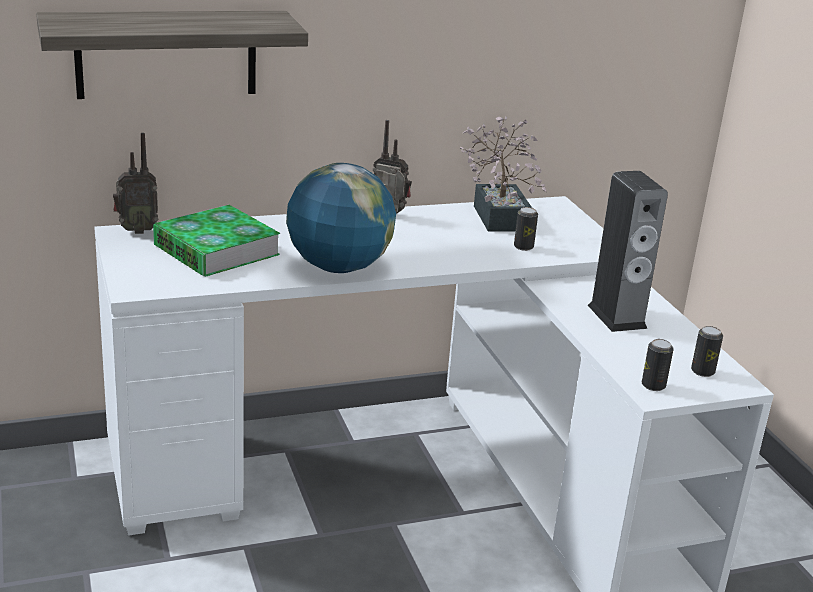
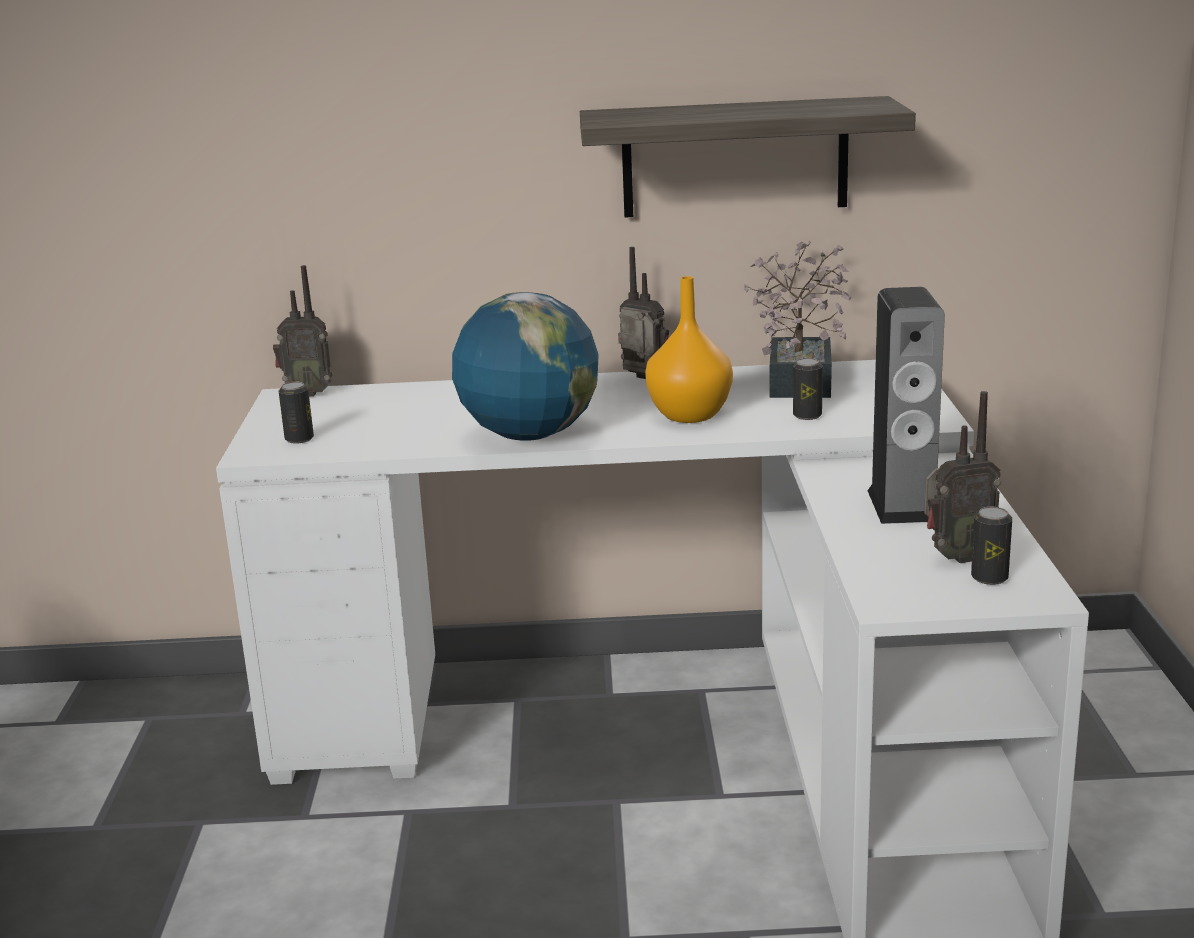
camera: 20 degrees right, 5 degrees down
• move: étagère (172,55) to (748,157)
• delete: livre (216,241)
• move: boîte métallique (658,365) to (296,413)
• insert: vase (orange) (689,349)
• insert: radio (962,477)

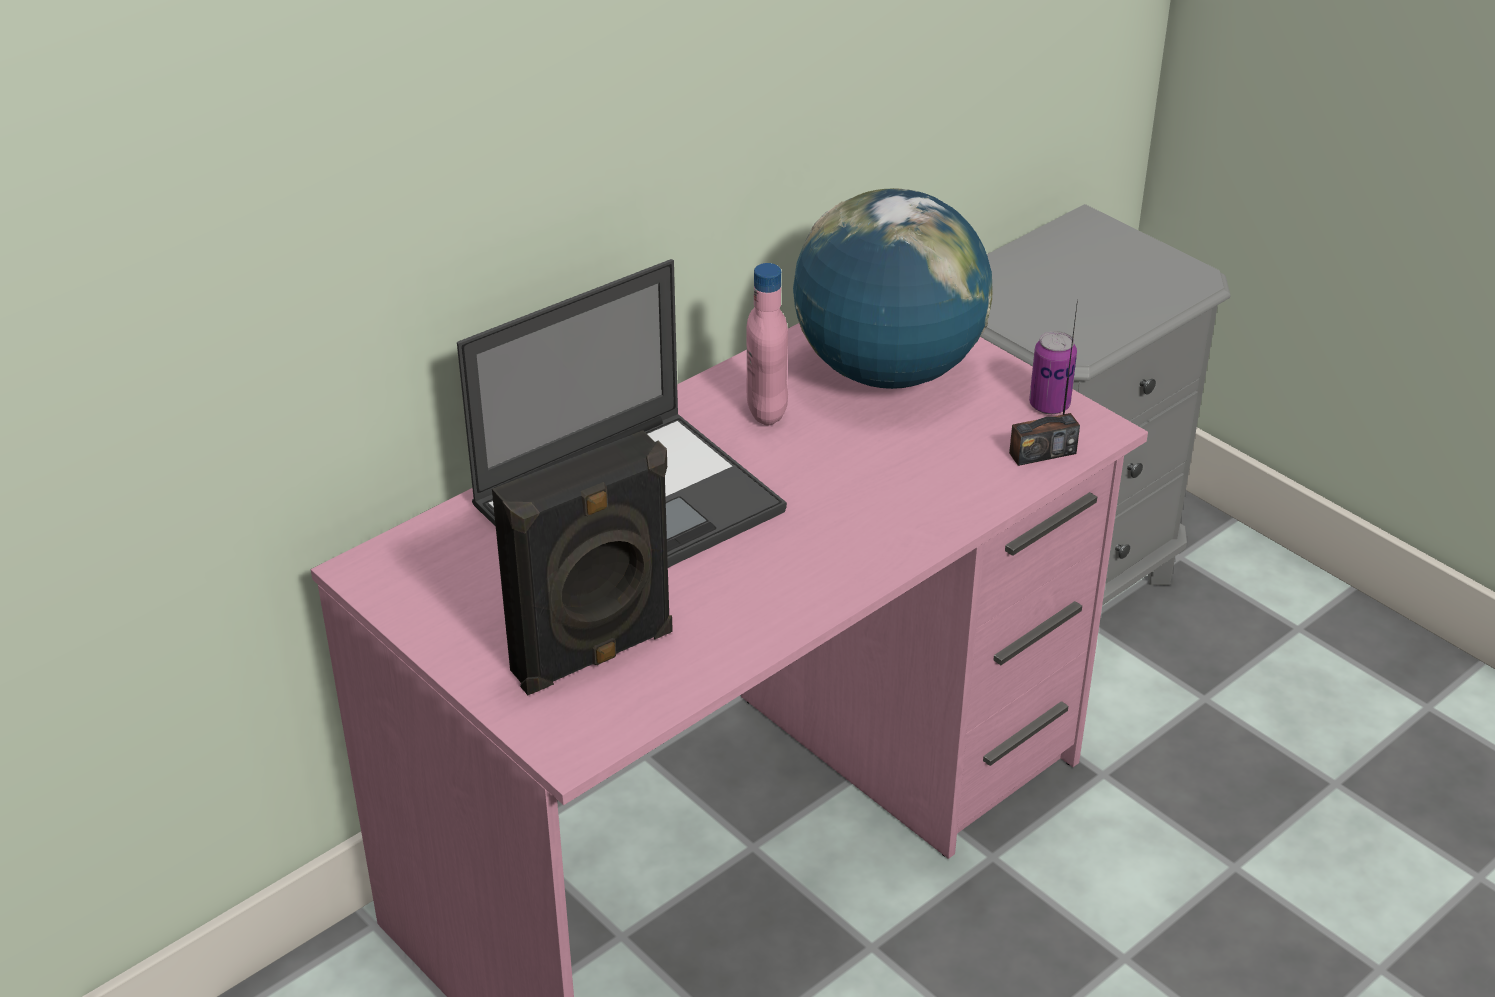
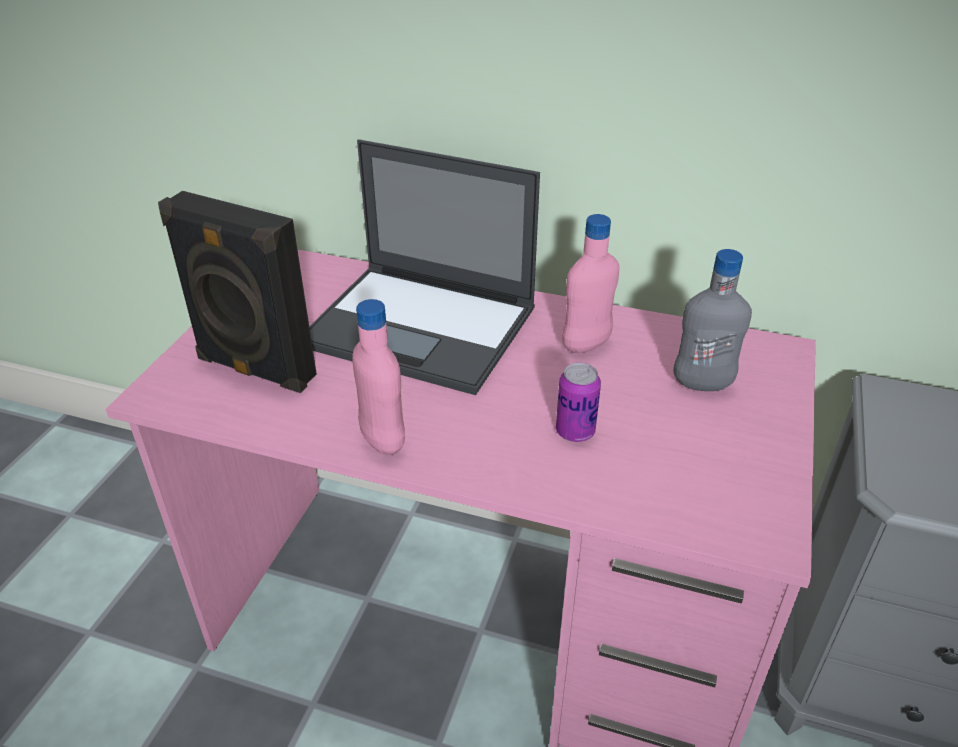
camera: 60 degrees right, 0 degrees up
• replace: globe (893,288) to bouteille (gris) (712,320)
• delete: radio (1044,382)
• move: boîte métallique (1053,372) to (578,402)
• insert: bouteille (rose) (378,377)

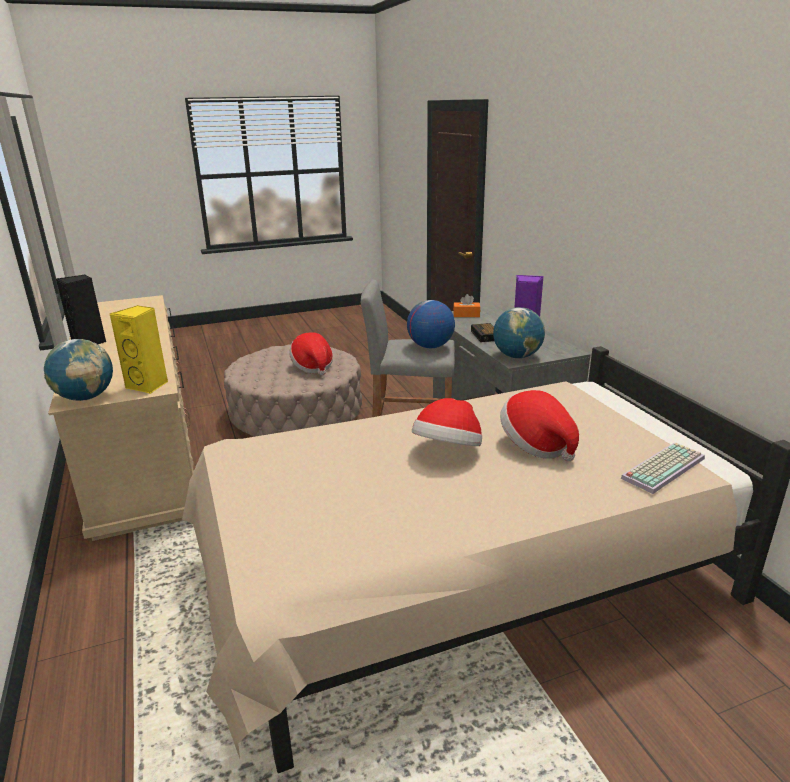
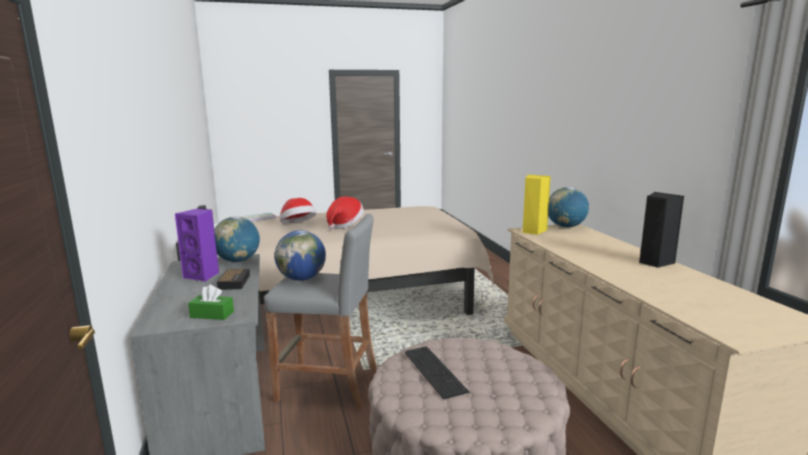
camera: 175 degrees left, 10 degrees down
• recolor: boîte à mouchoirs (orange) (466,305) to boîte à mouchoirs (vert) (211,302)
• replace: chapeau (311,353) to clavier (437,373)

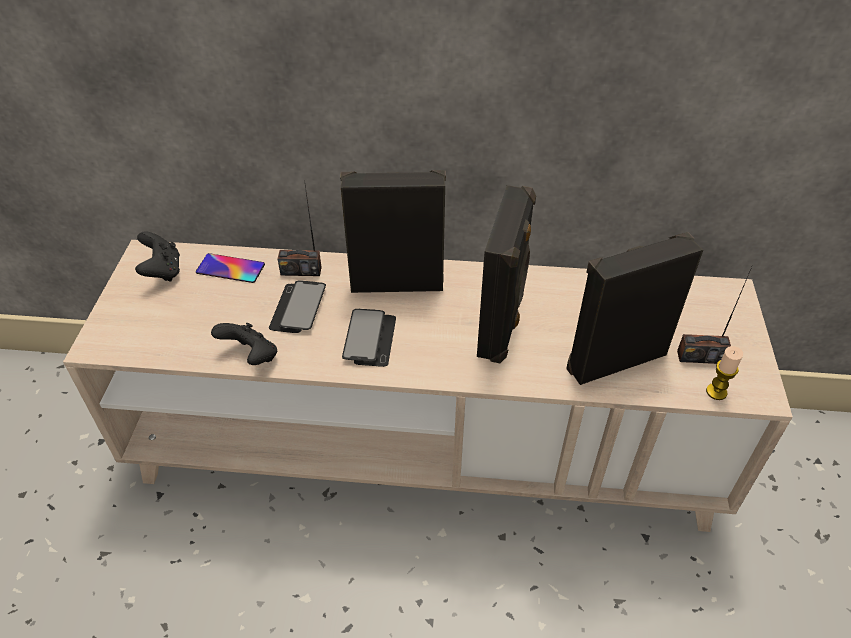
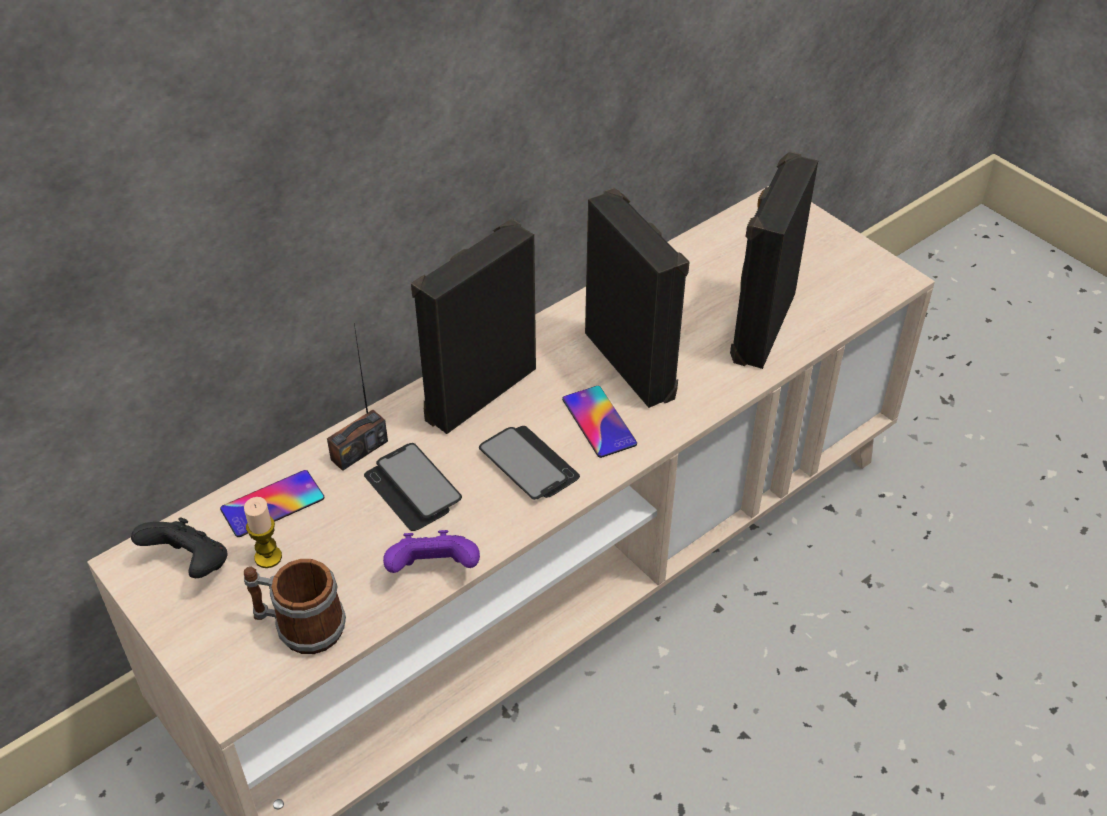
camera: 45 degrees left, 0 degrees up
• delete: radio (715,314)
• recolor: manette (noir) (244,344) to manette (violet) (431,551)
• move: bougie (724,373) to (263,532)
• insert: téléphone (599,422)
• insert: mug (295,606)

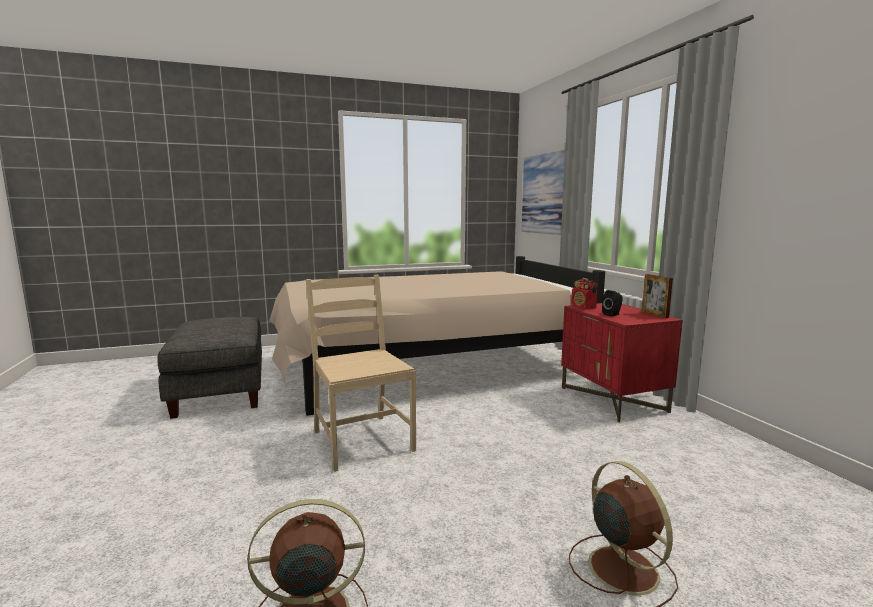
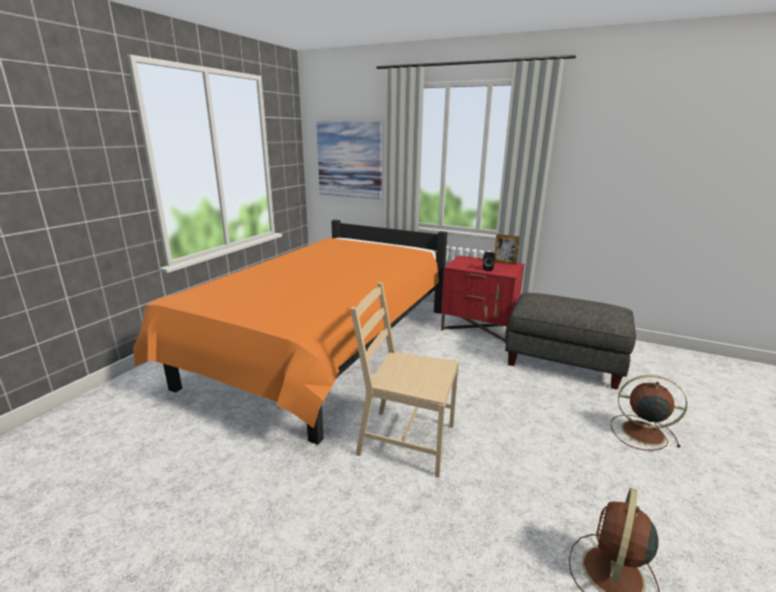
camera: 45 degrees left, 10 degrees up
• recolor: lit (beige) (437,336) to lit (orange) (290,332)
• delete: radio (584,293)
• move: pouf (gris) (209,368) to (570,341)

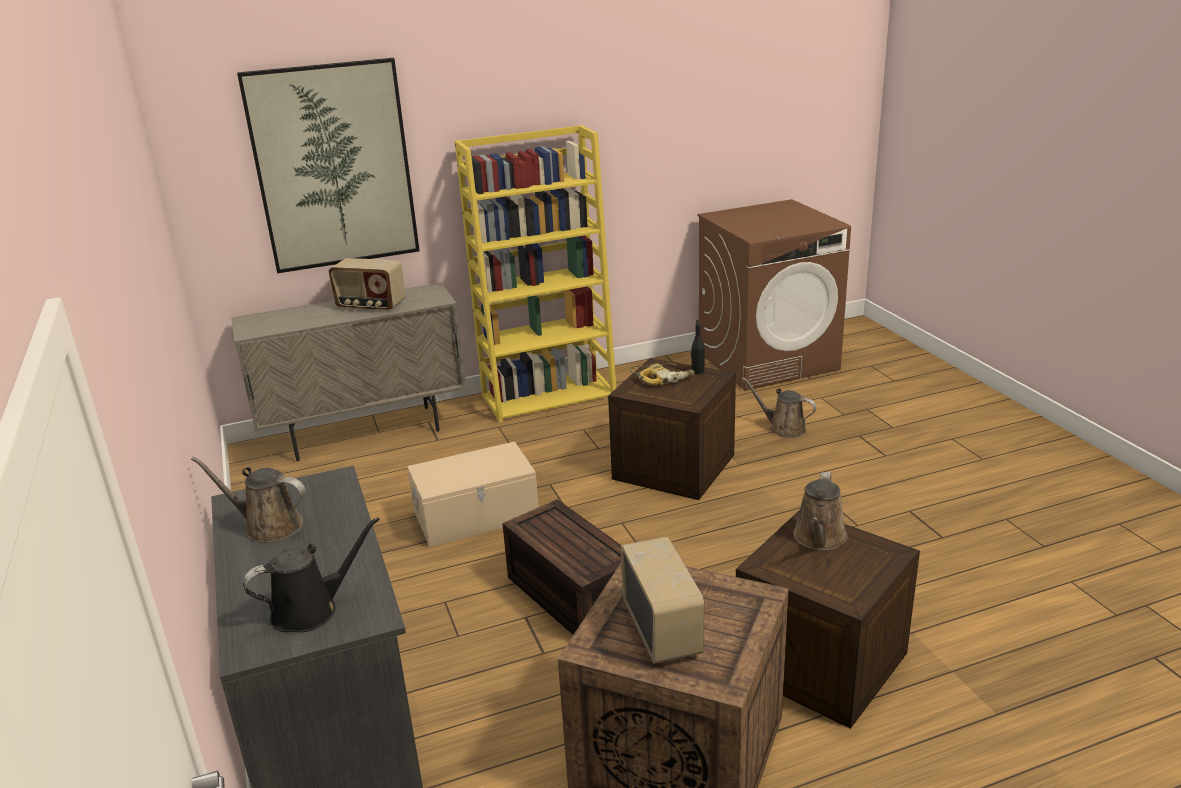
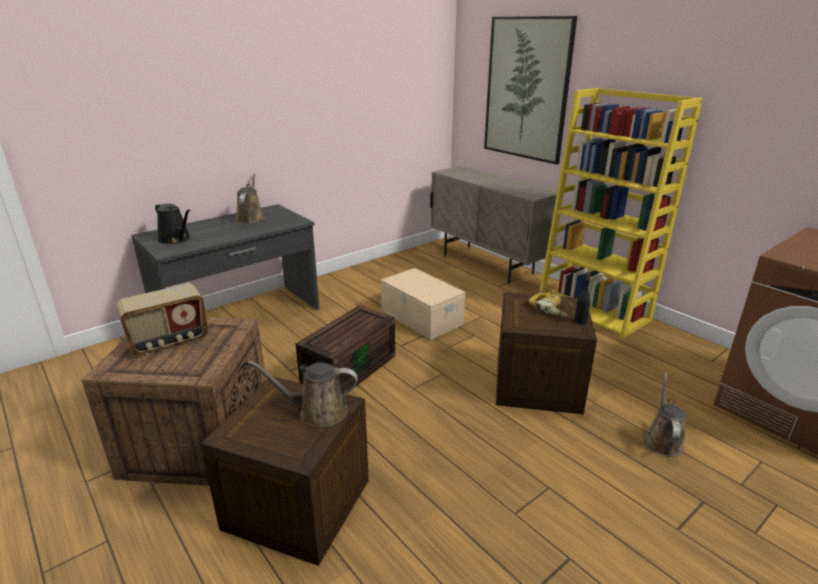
camera: 70 degrees right, 0 degrees up
• delete: radio (367,285)

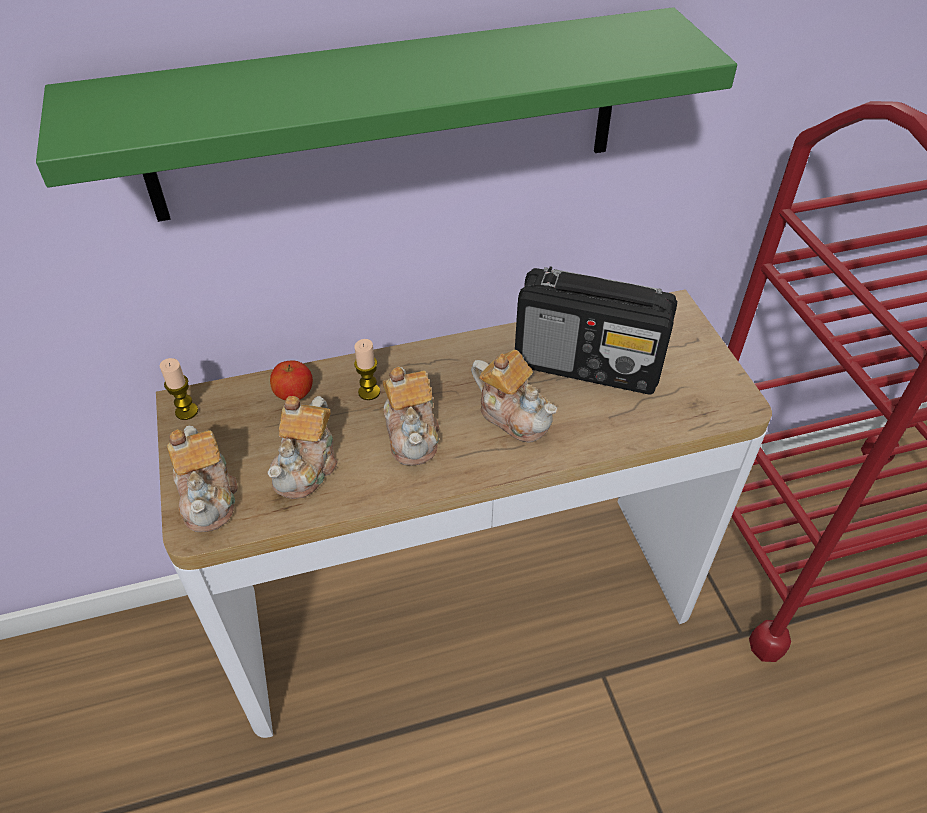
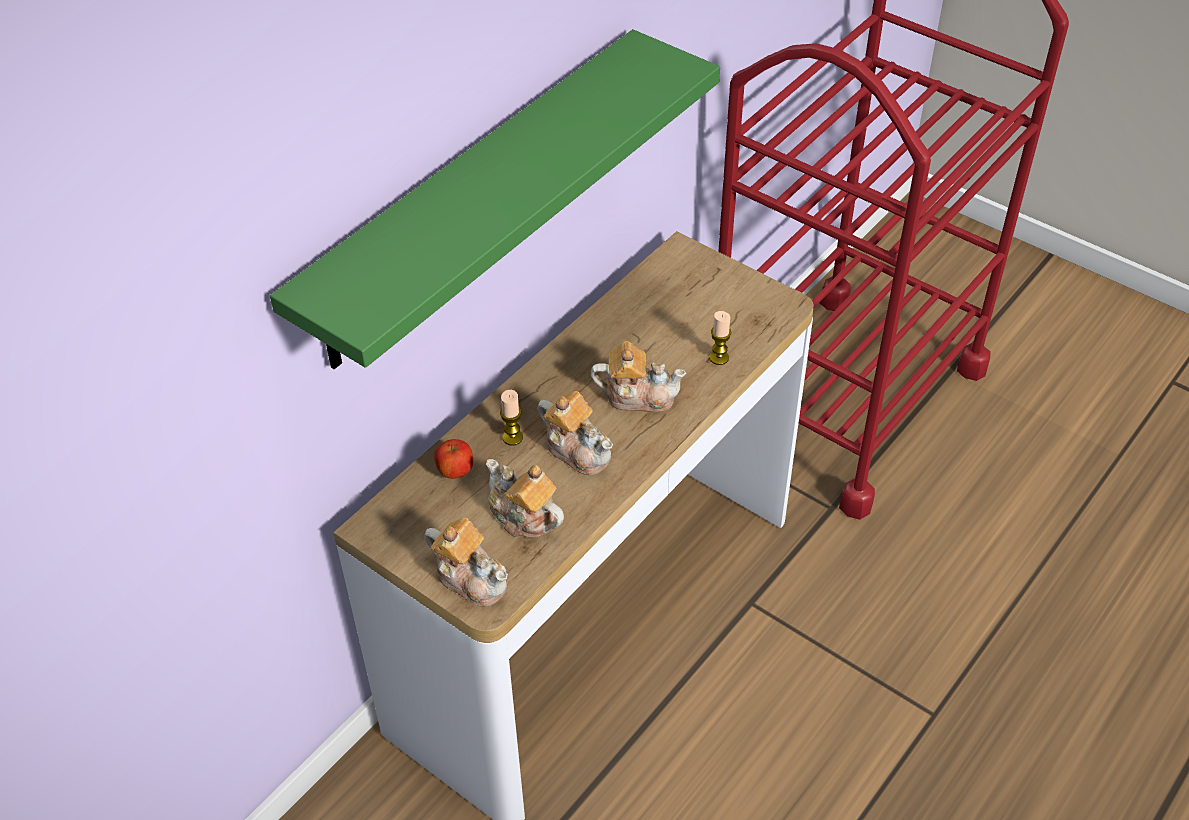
camera: 35 degrees left, 0 degrees up
• delete: radio (596,330)
• move: bougie (179,389) to (720,338)
• rotate: théière (303,447) = (525,498) 150 degrees clockwise

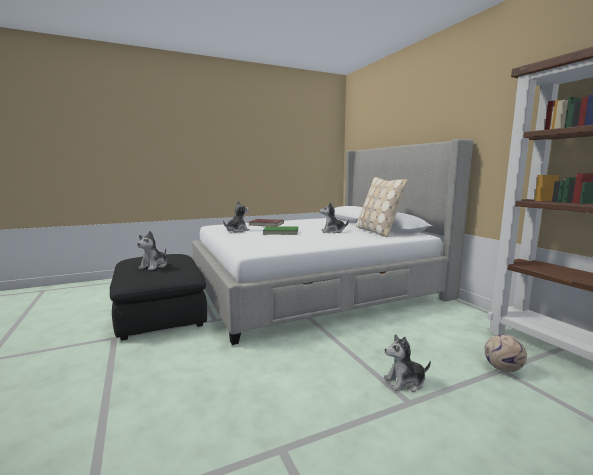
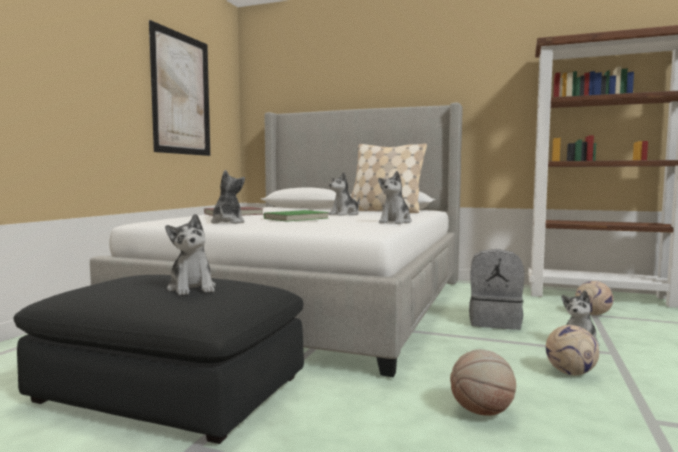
camera: 45 degrees left, 5 degrees down
• insert: tableau (179,88)
• insert: peluche (395,197)
• insert: sac à dos (gris) (496,289)
• insert: ballon de foot (572,350)
• insert: ballon de basket (483,382)

